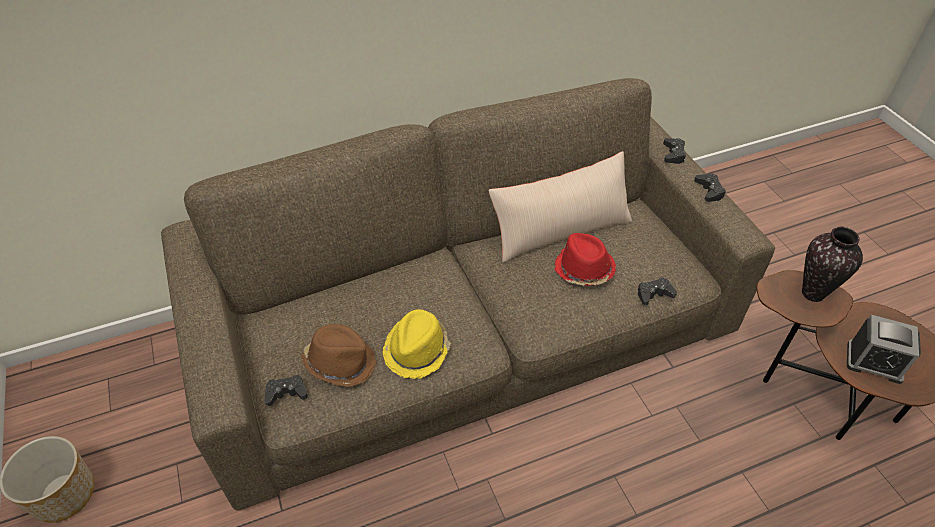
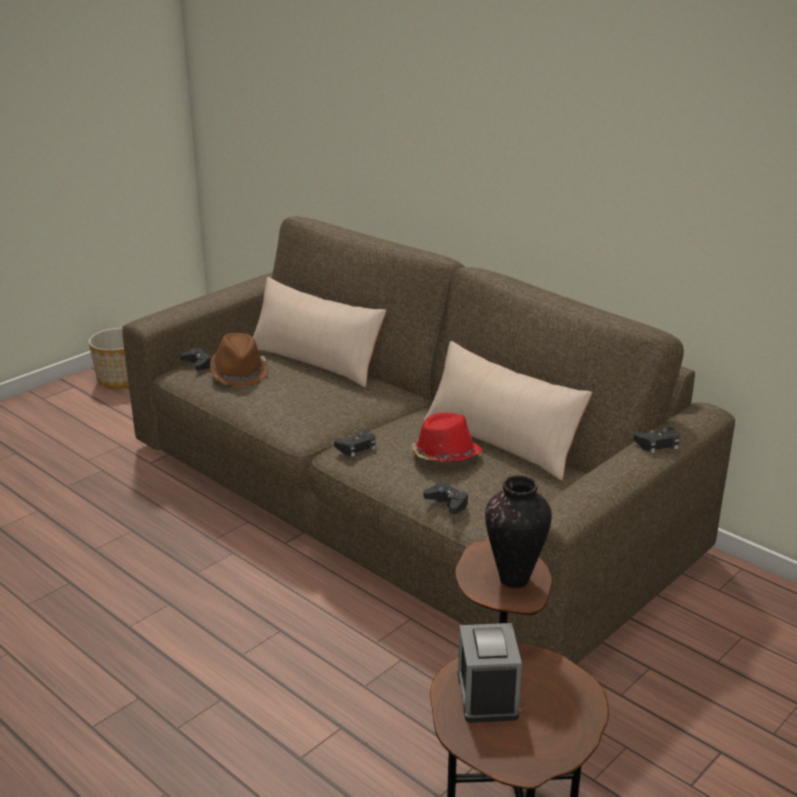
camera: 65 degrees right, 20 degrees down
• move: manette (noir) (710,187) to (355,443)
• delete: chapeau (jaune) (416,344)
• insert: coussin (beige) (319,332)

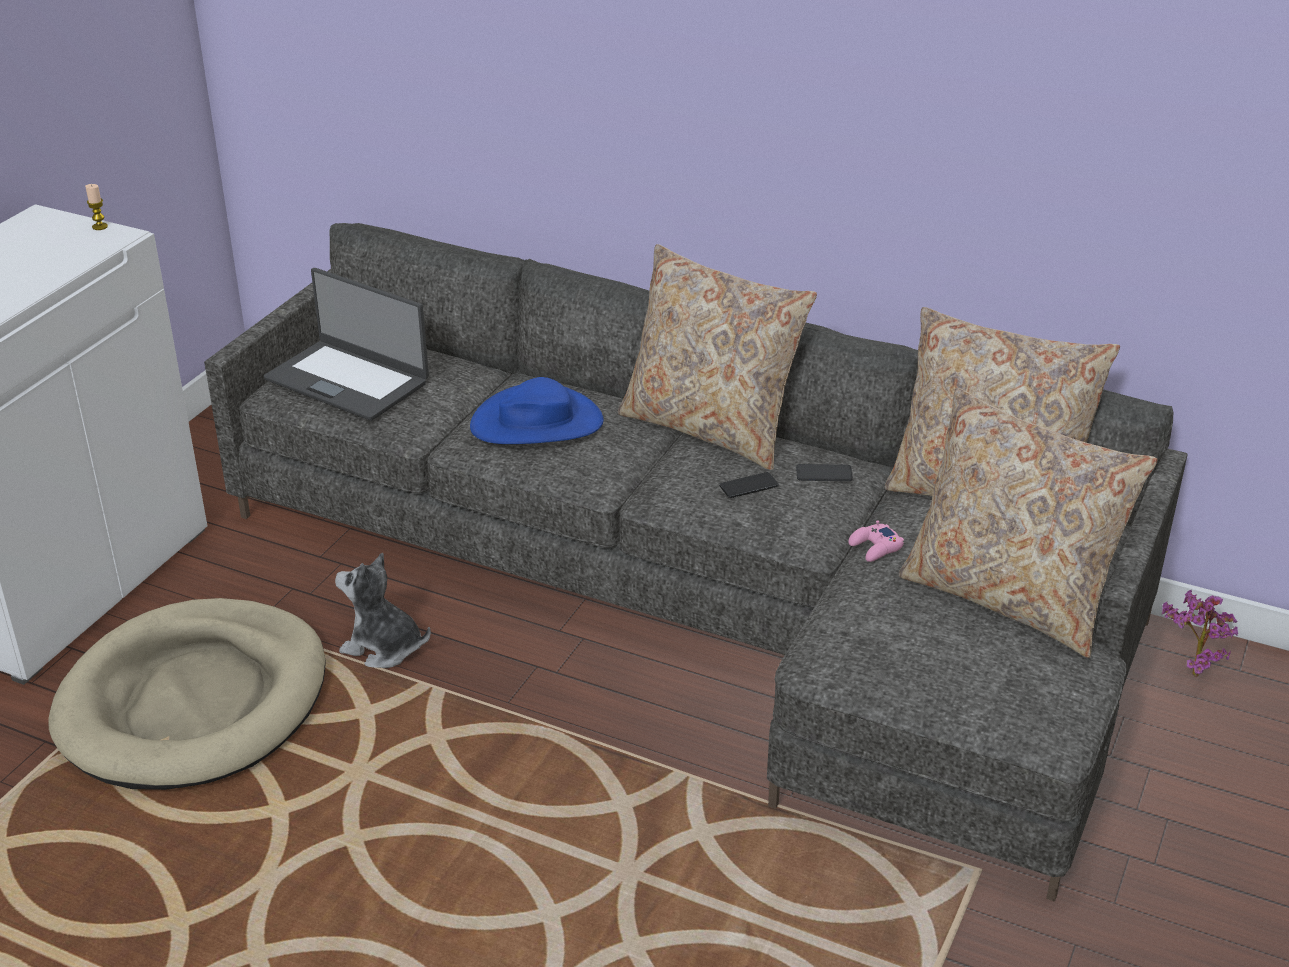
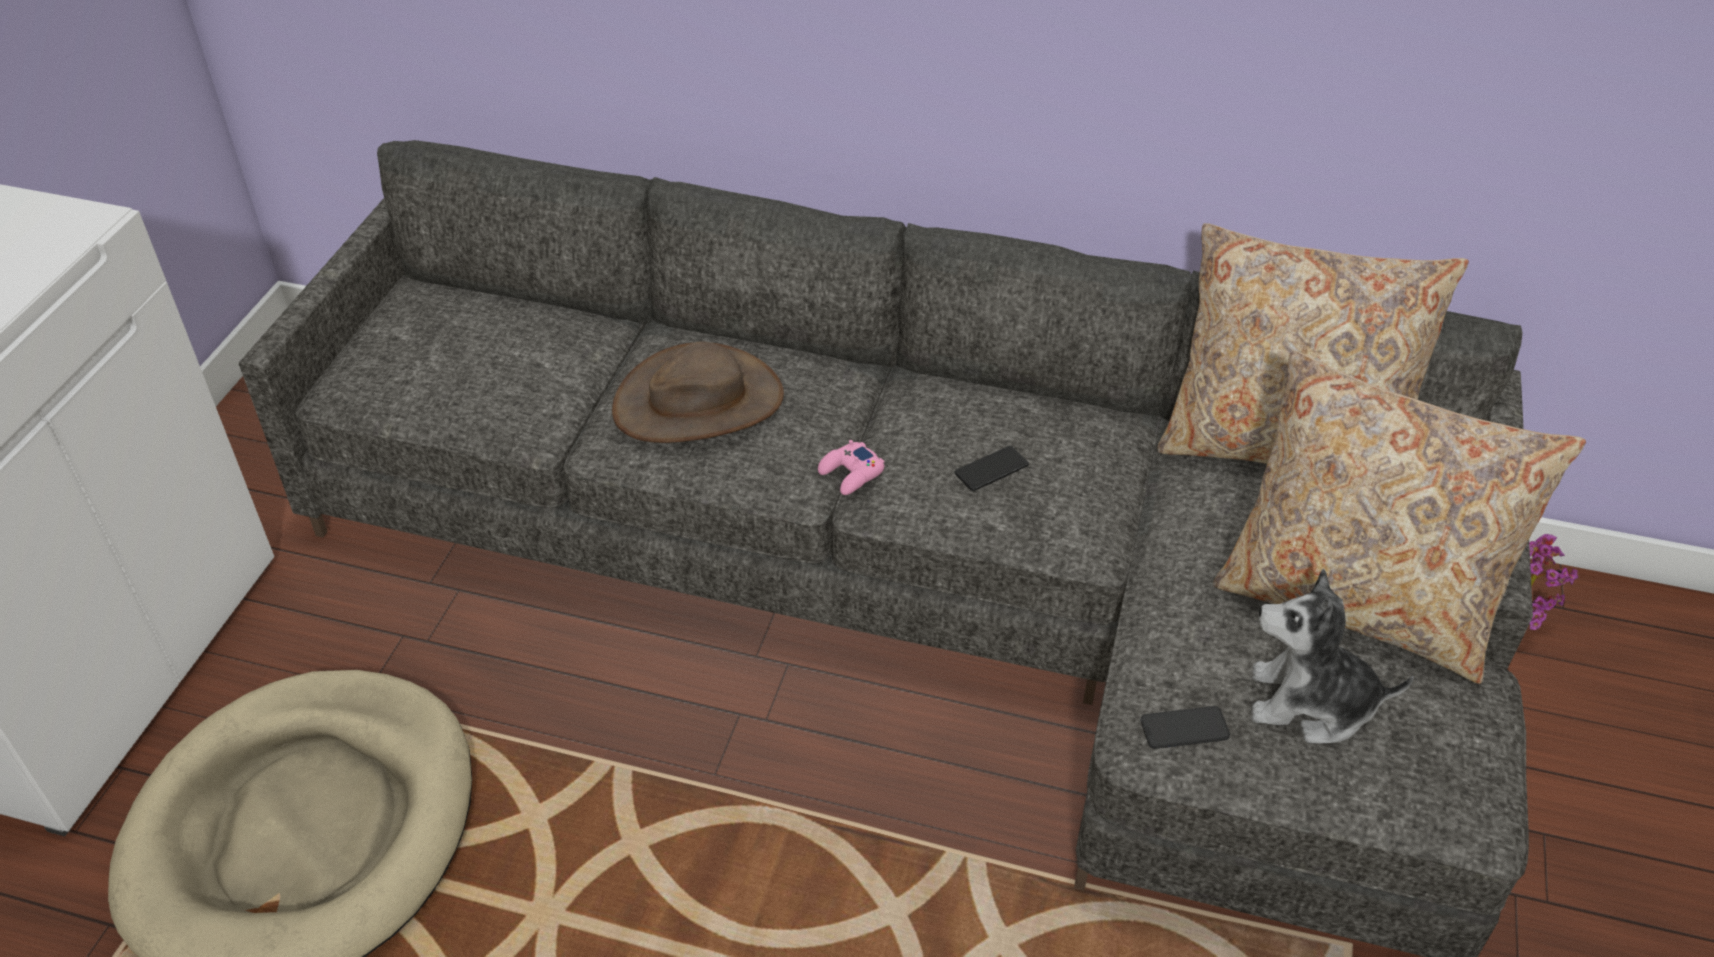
camera: 10 degrees left, 10 degrees up
• delete: bougie (96,207)
• delete: coussin (beige) (717,357)
• delete: ordinateur portable (346,344)
• recolor: chapeau (bleu) (537,410) to chapeau (marron) (698,392)
• move: téléphone (824,472) to (1185,727)
• move: manette (rose) (876,541) to (851,467)
• move: peluche (383,610) to (1332,656)

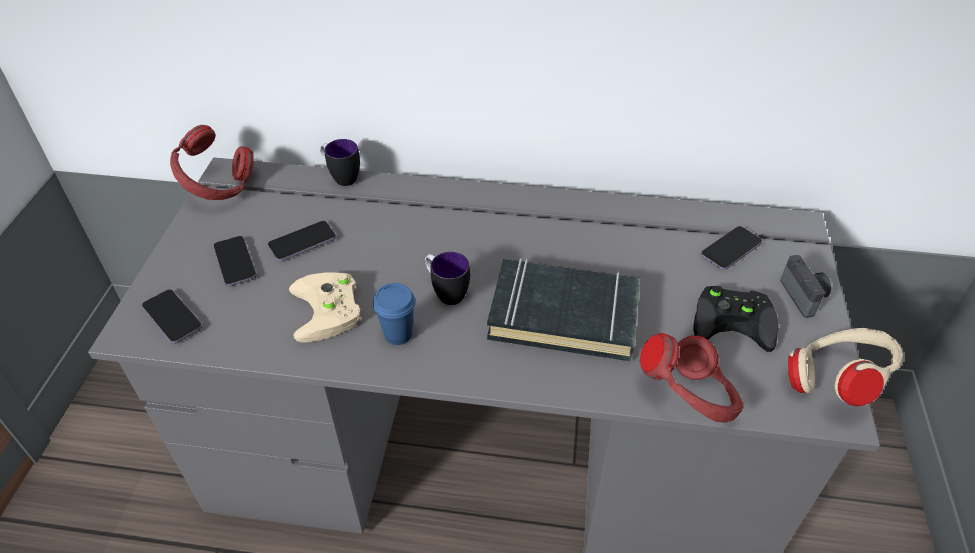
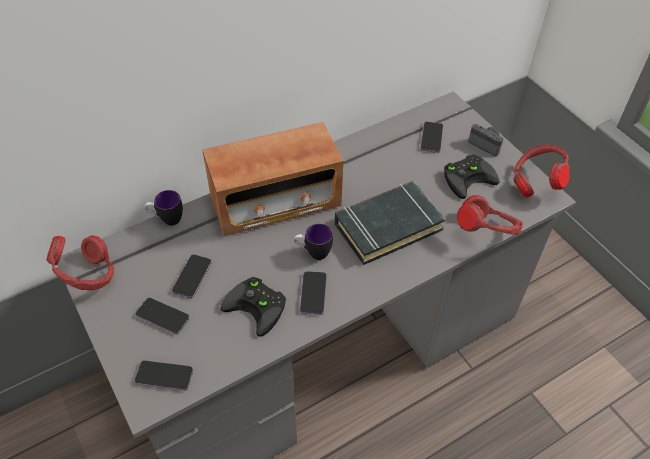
camera: 40 degrees left, 5 degrees up
• recolor: manette (beige) (325,307) to manette (noir) (253,307)
• replace: tasse (bleu) (394,314) to téléphone (313,293)
• recolor: casque audio (beige) (845,367) to casque audio (rouge) (542,170)
• insert: radio (272,179)

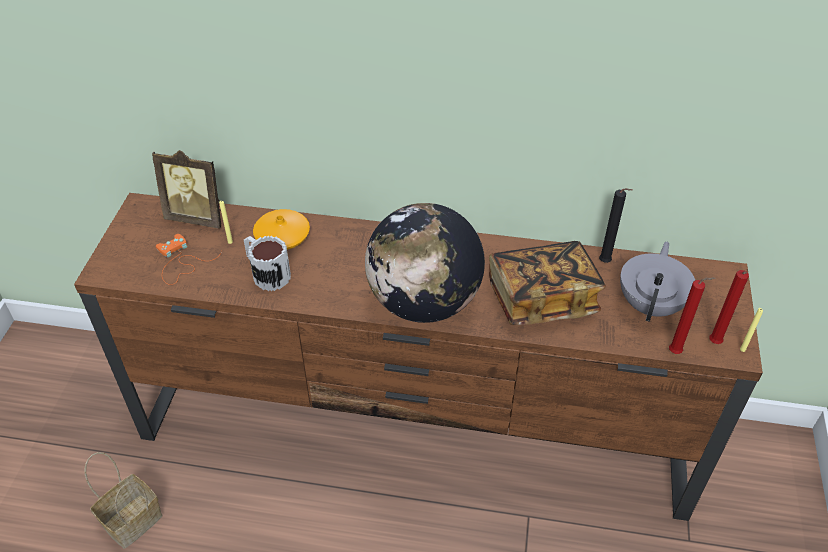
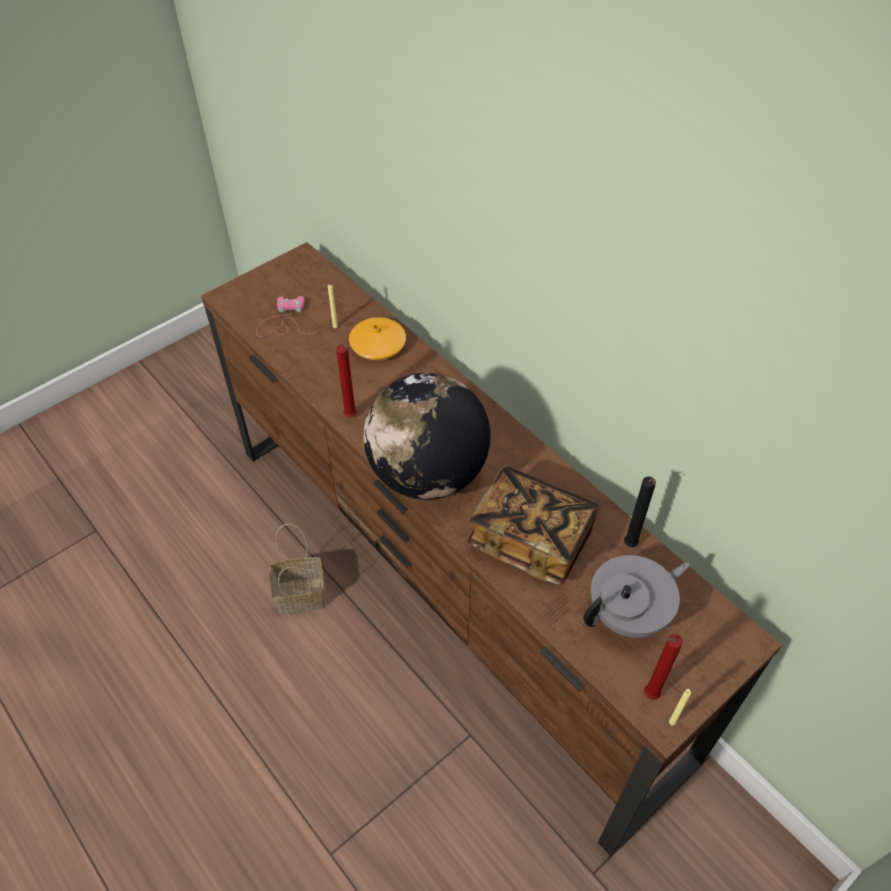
camera: 40 degrees right, 5 degrees up
• delete: cadre photo (186,189)
• recolor: manette (orange) (189,259) to manette (rose) (287,316)
• delete: mug (267,263)
• move: bougie (rouge) (692,315) to (346,380)
• move: panier (123,500) to (297,569)

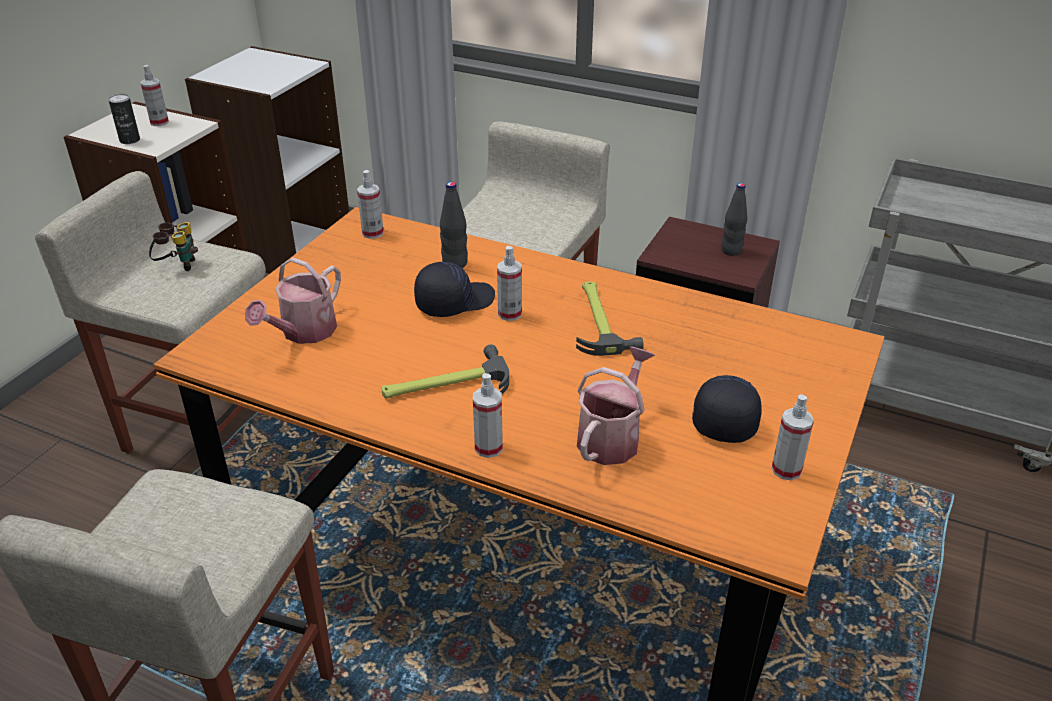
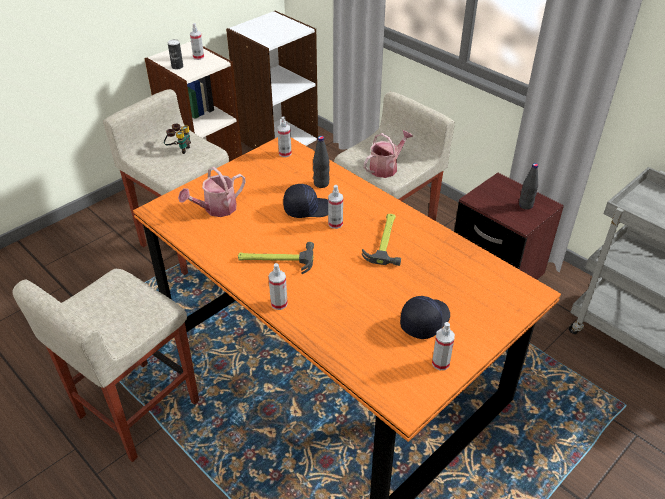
camera: 20 degrees right, 5 degrees up
• move: arrosoir (616,405) to (388,154)

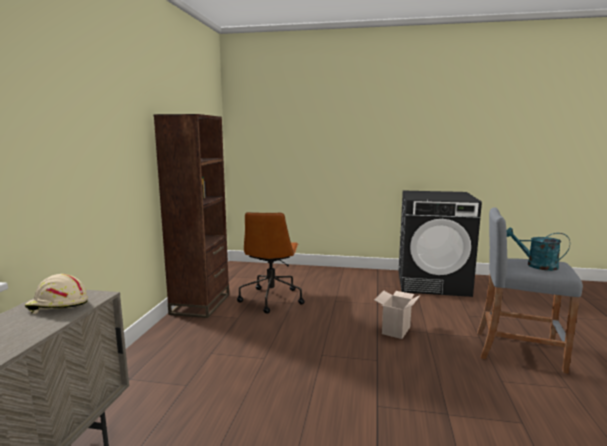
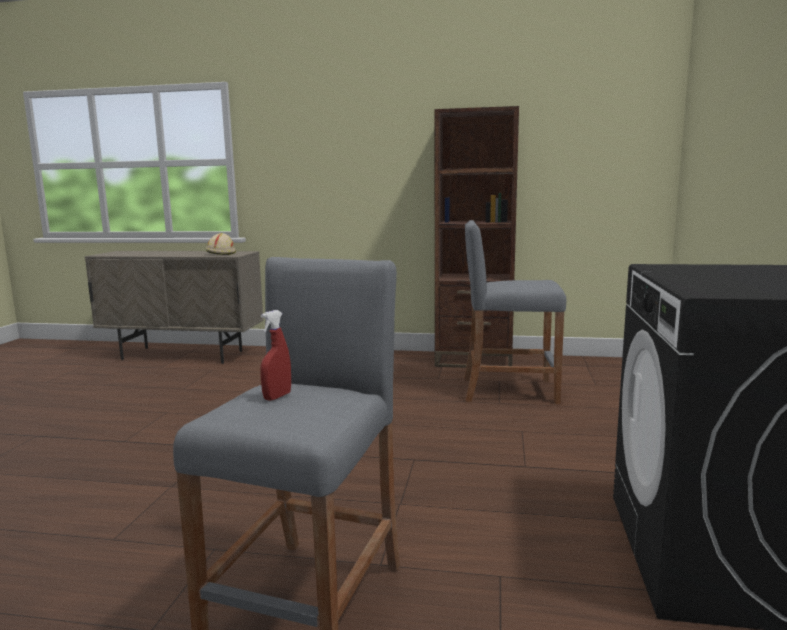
camera: 90 degrees right, 0 degrees up
• replace: chaise de bureau (marron) (271,263) to tabouret (gris) (515,312)
• replace: arrosoir (turquoise) (538,249) to vaporisateur (rouge) (275,355)
• delete: carton (397,315)

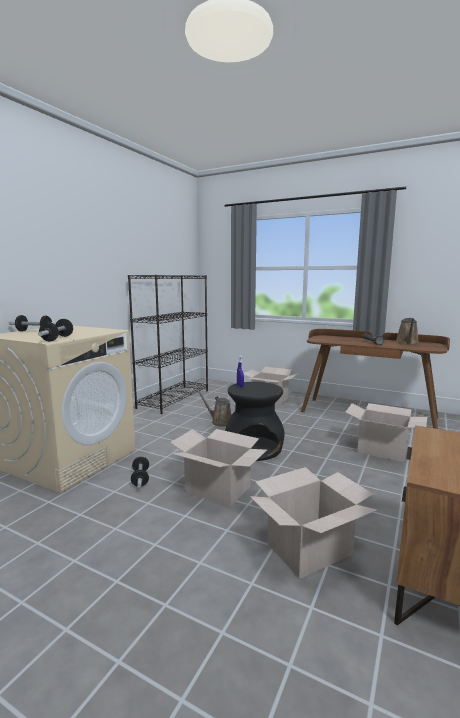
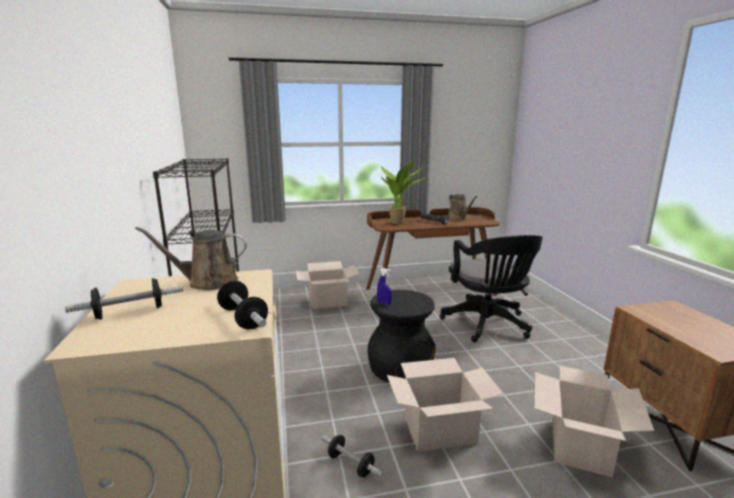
camera: 40 degrees left, 5 degrees up
• move: arrosoir (marron) (216,409) to (191,258)
• replace: carton (386,432) to chaise de bureau (noir) (491,288)
• insert: plante en pot (403,192)

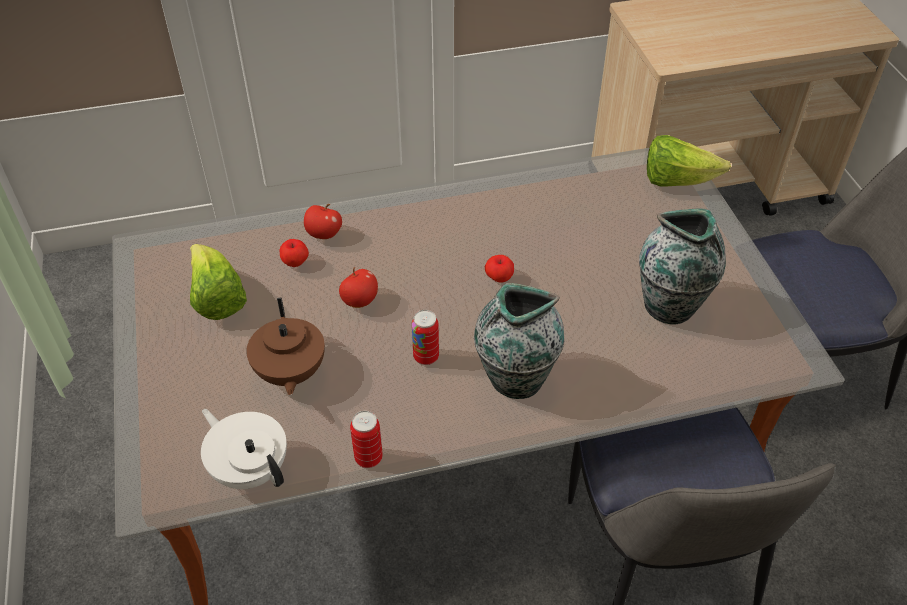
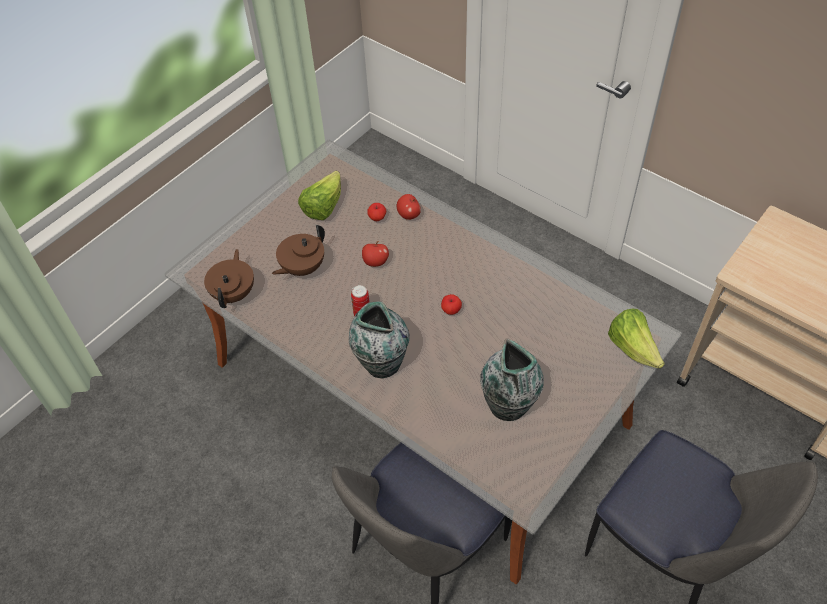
camera: 55 degrees right, 5 degrees up
• recolor: théière (blanc) (244,449) to théière (marron) (229,278)
• delete: boîte métallique (366,439)

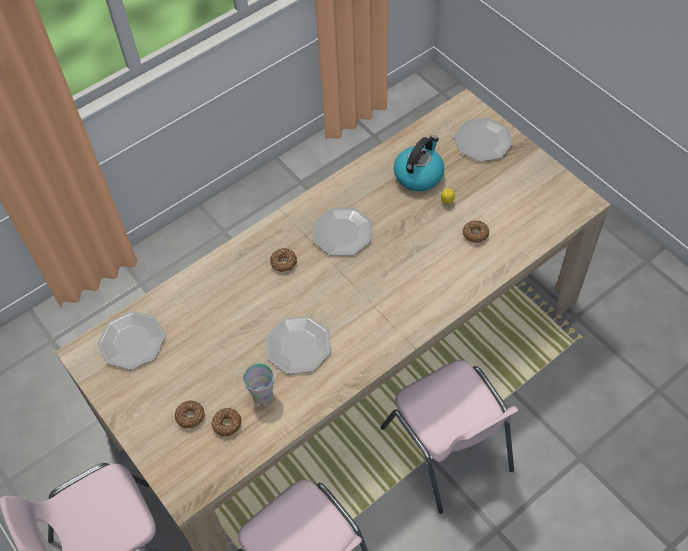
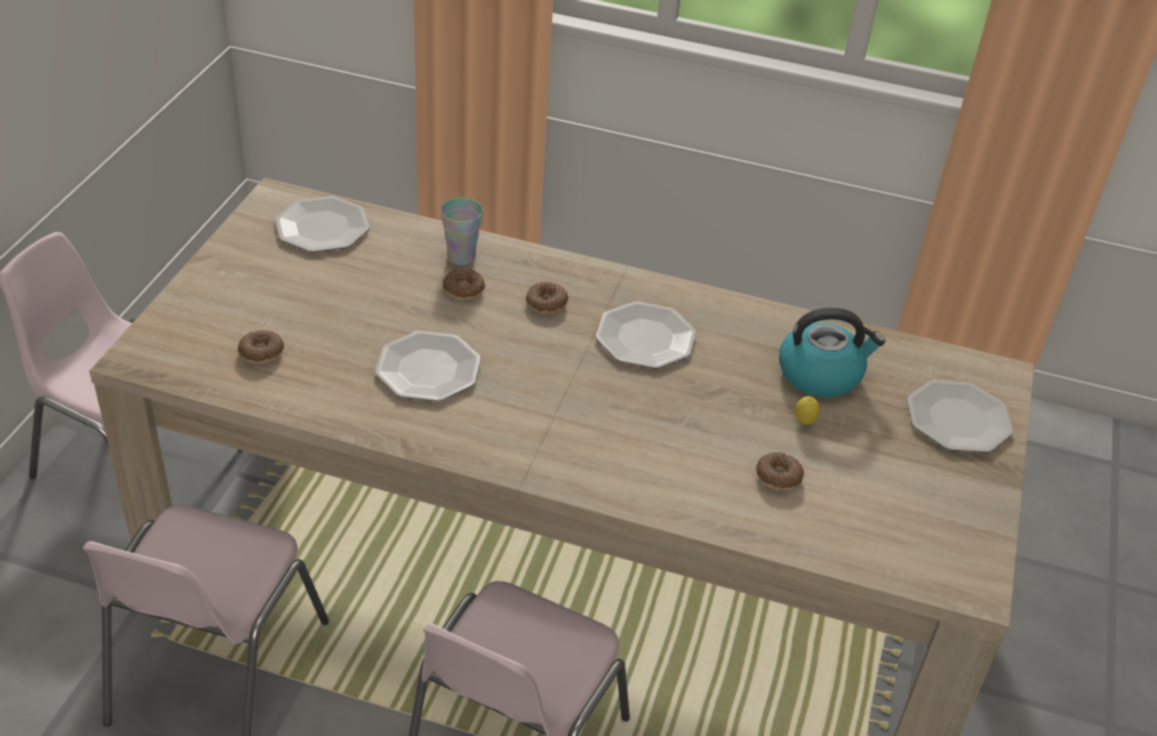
camera: 50 degrees right, 15 degrees down
• move: tasse (258,384) to (462,231)
• move: beignet (190,415) to (464,284)

